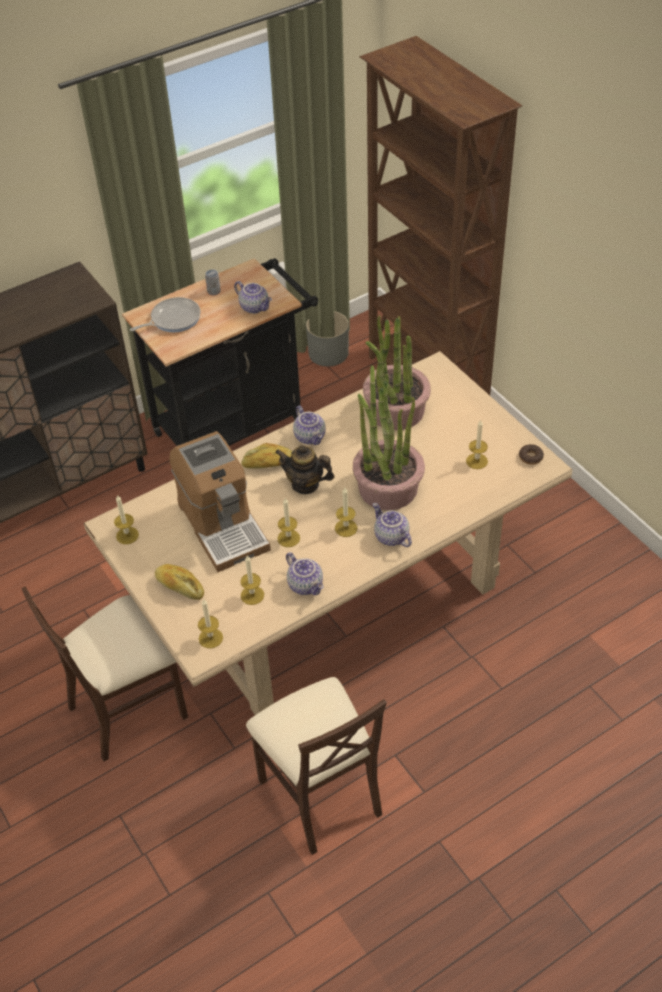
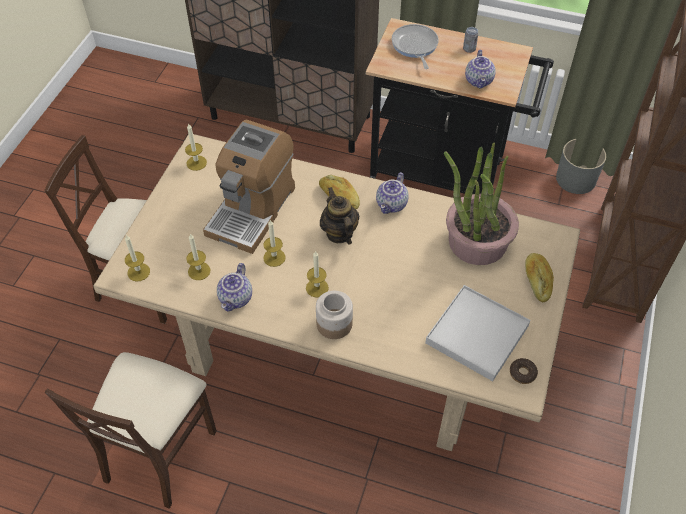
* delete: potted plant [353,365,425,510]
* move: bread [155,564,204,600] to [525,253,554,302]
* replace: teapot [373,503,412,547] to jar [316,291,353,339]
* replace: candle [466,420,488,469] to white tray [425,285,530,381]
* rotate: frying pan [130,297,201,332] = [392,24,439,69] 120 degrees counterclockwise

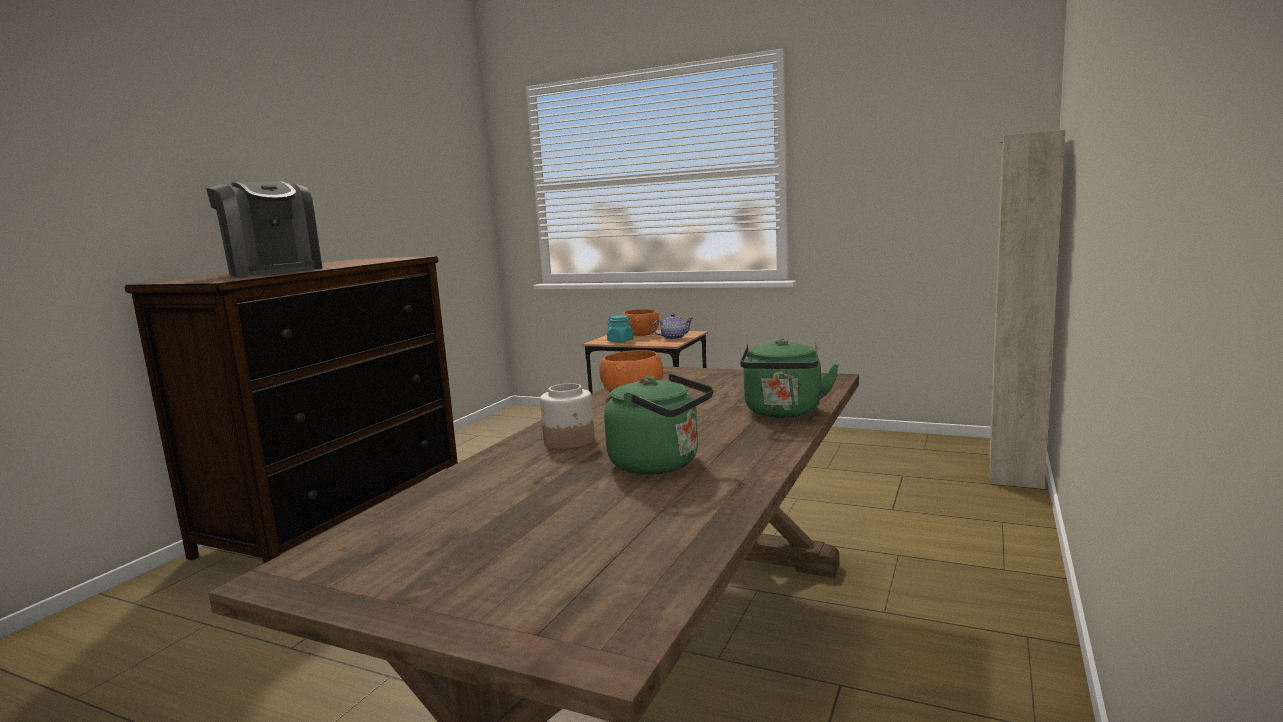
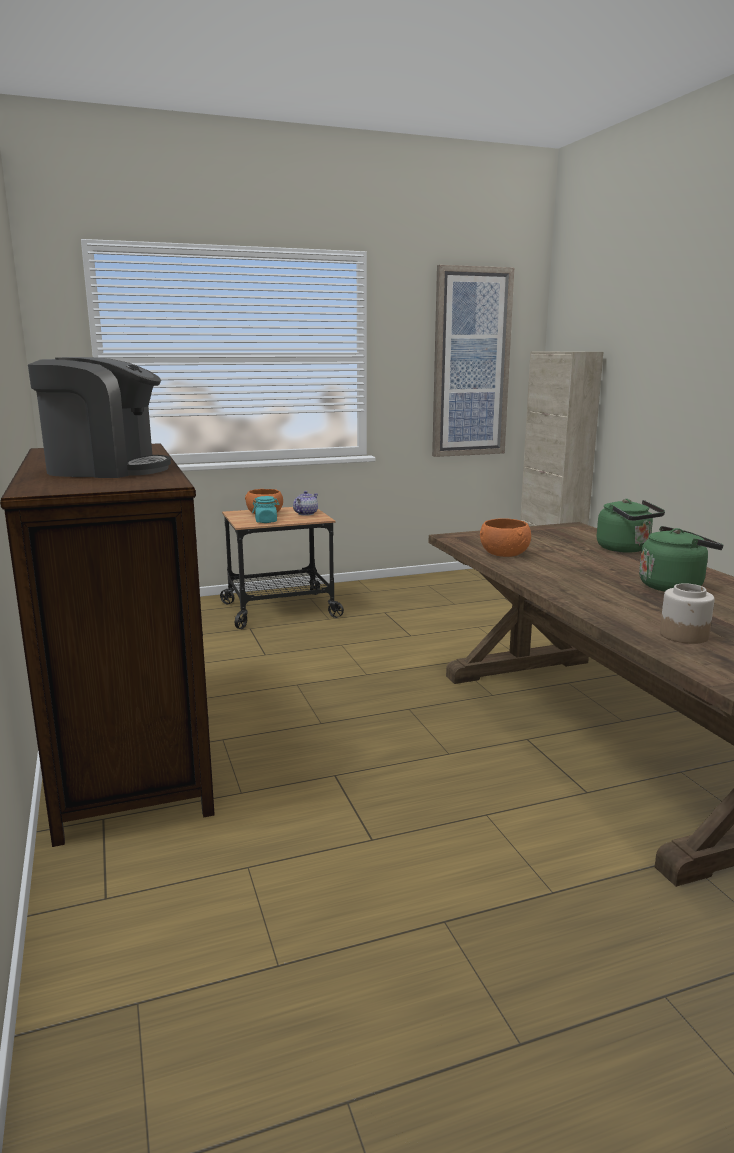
* insert: picture [432,265,514,457]
* move: jar [540,383,594,449] to [660,583,715,644]

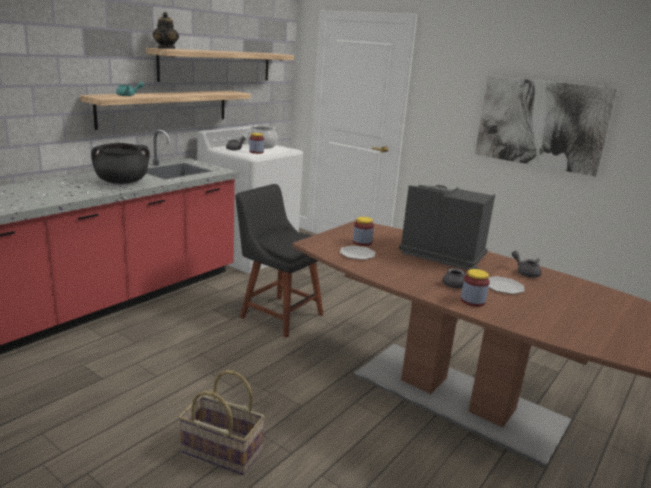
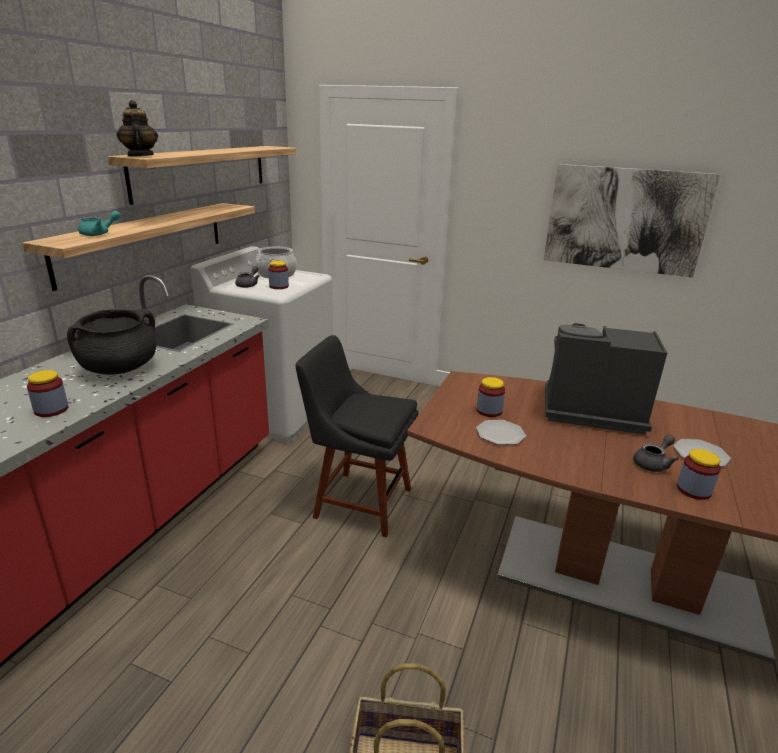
* delete: grey teapot [512,251,542,278]
* insert: jar [27,370,68,417]

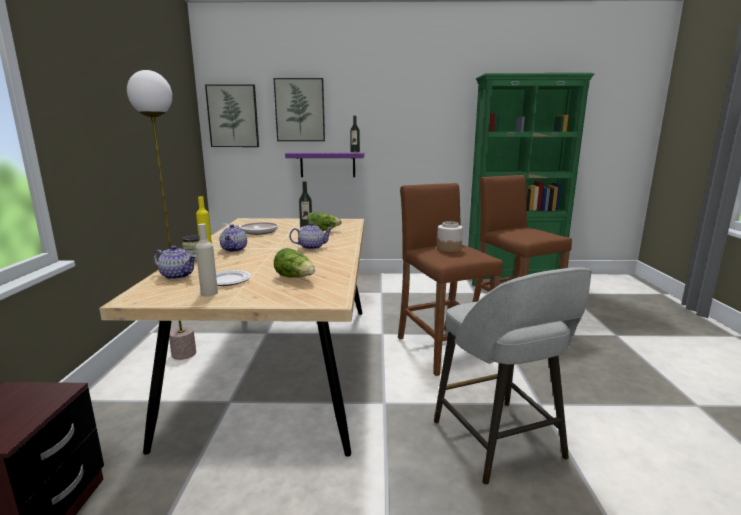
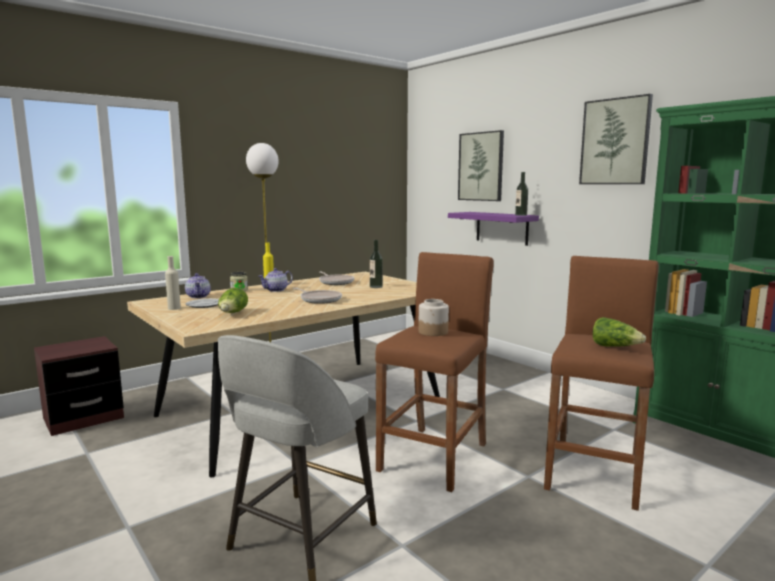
* move: picture [205,85,259,147] to [579,94,653,184]
* move: lettuce [307,212,342,231] to [593,317,646,347]
* replace: teapot [289,222,333,250] to frying pan [293,288,342,304]

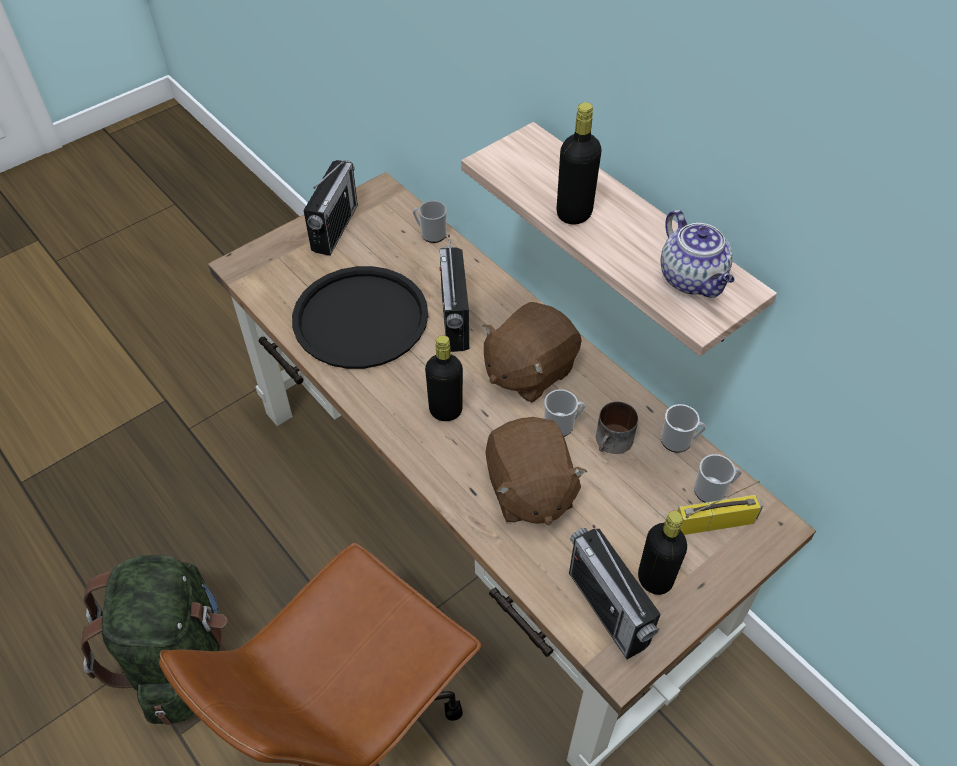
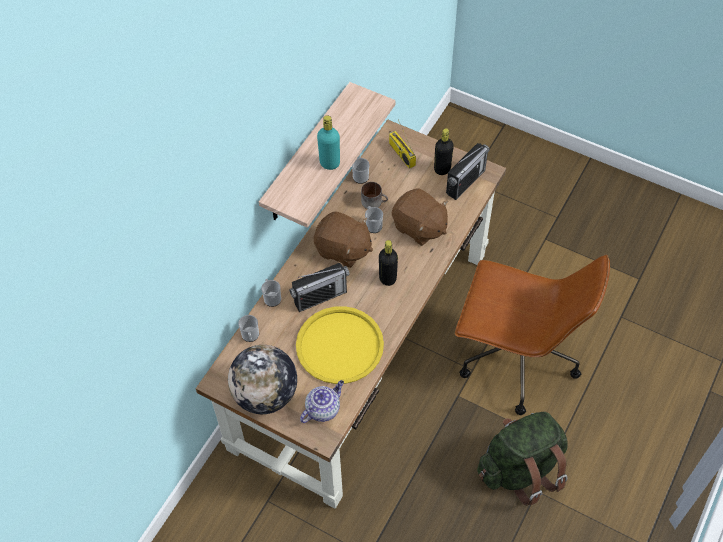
* move: teapot [661,210,735,298] to [300,380,344,423]
* move: mug [694,454,742,503] to [261,279,281,307]
* replace: radio [303,160,358,256] to globe [228,345,297,414]
* recolor: black tray [292,266,428,369] to yellow tray [296,306,384,384]
* recolor: black bottle [557,102,601,224] to turquoise bottle [317,115,340,170]
* rotate: brown plush toy [485,417,587,525] = [392,188,448,246] 75 degrees clockwise

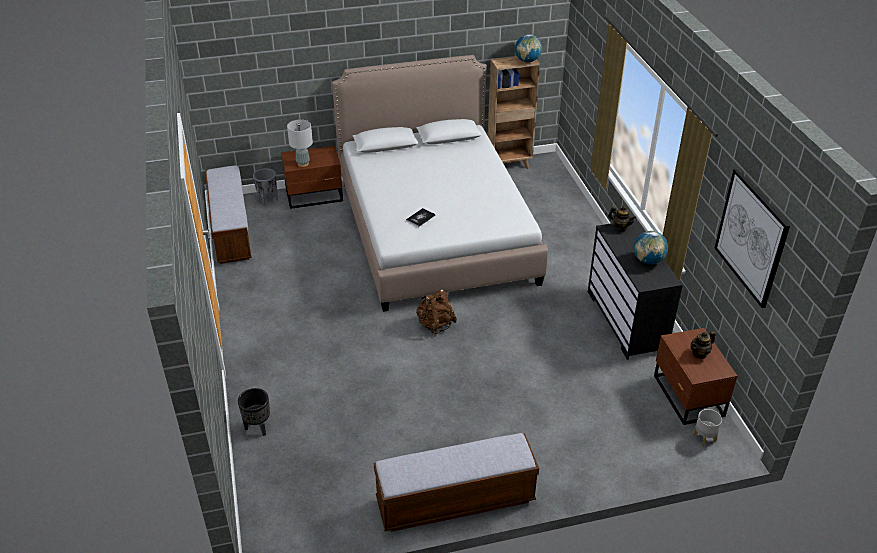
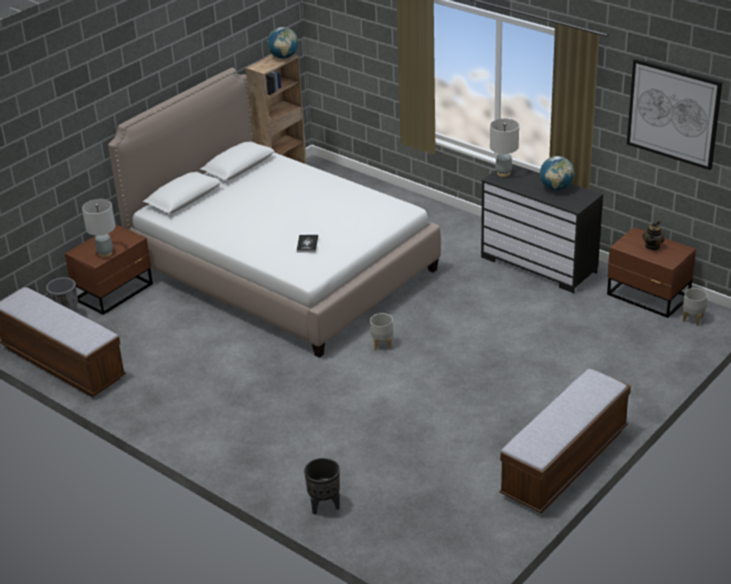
* replace: brown backpack [416,289,457,335] to grey planter [370,313,393,350]
* replace: teapot [608,206,636,231] to grey table lamp [490,119,519,177]

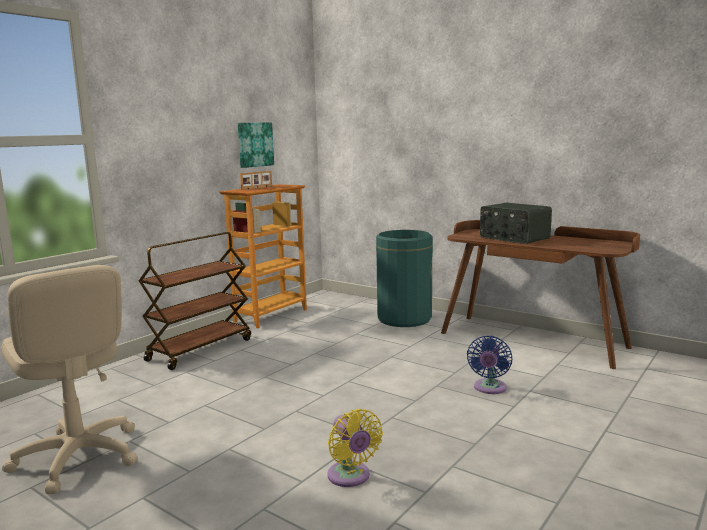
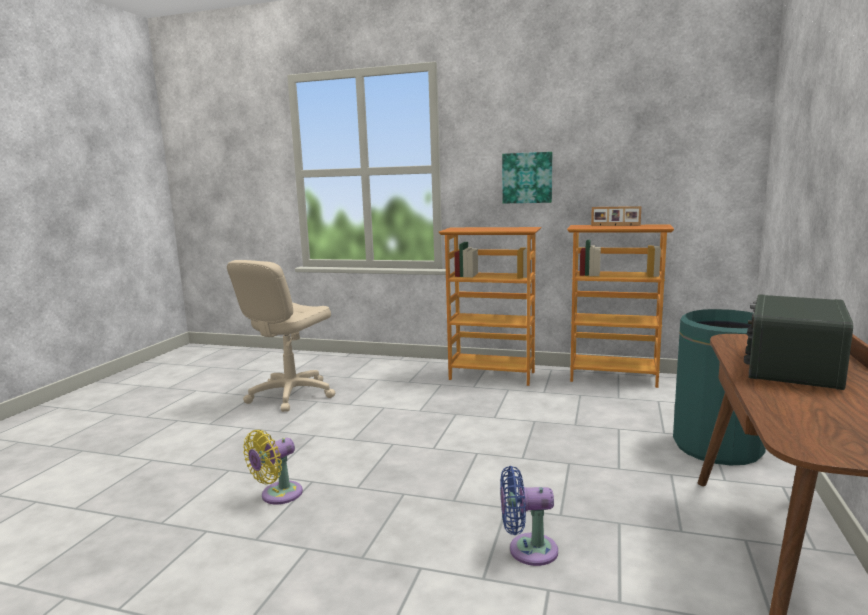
* move: picture [238,123,274,168] to [502,152,552,203]
* replace: brown cart [139,232,251,370] to bookcase [439,227,541,386]

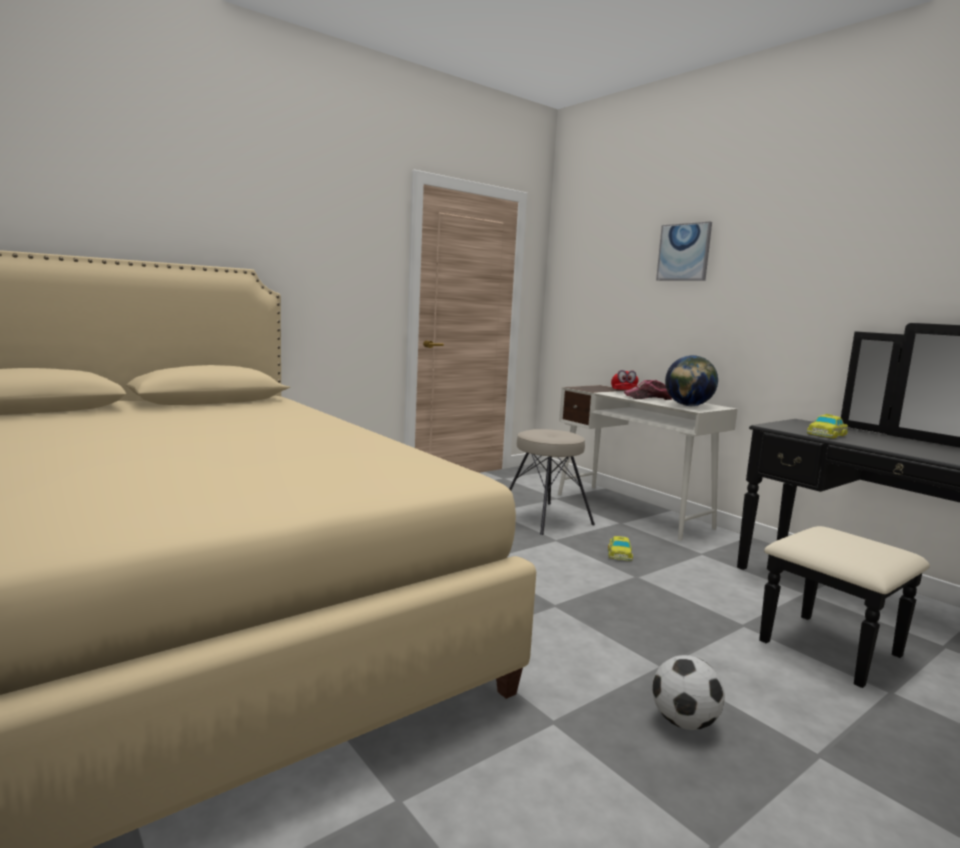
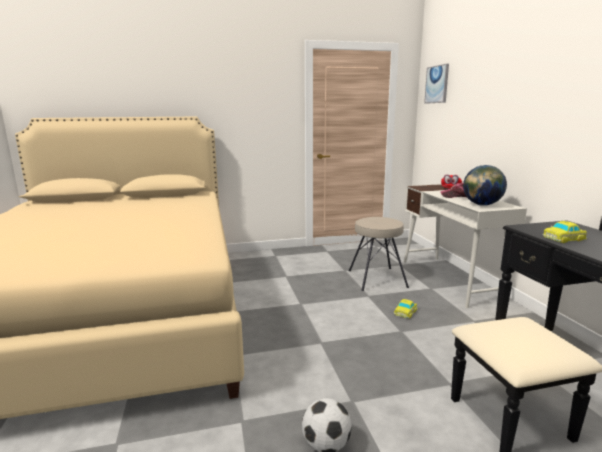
* move: picture [656,221,712,281] to [424,64,449,104]

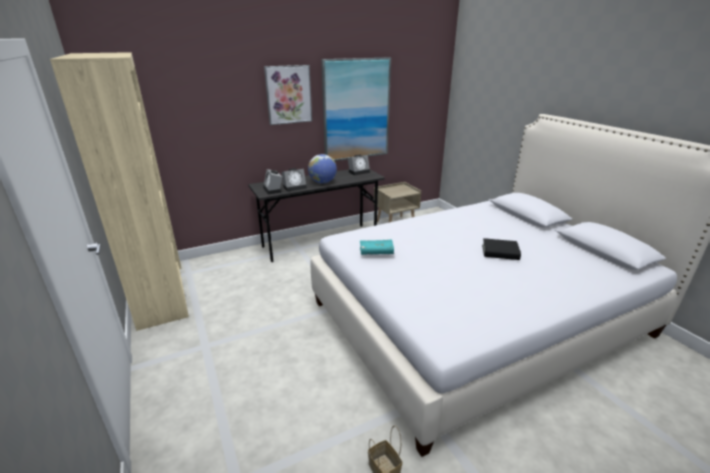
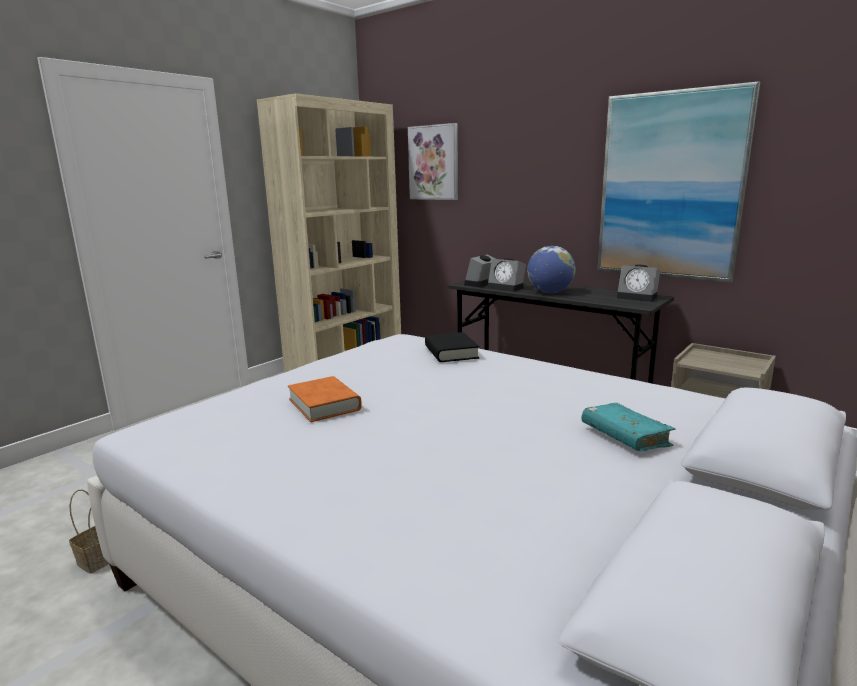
* insert: orange book [288,376,362,422]
* move: picture [264,65,312,125] to [408,123,458,200]
* move: turquoise book [360,240,394,255] to [581,403,675,452]
* move: black book [482,238,521,260] to [425,332,479,362]

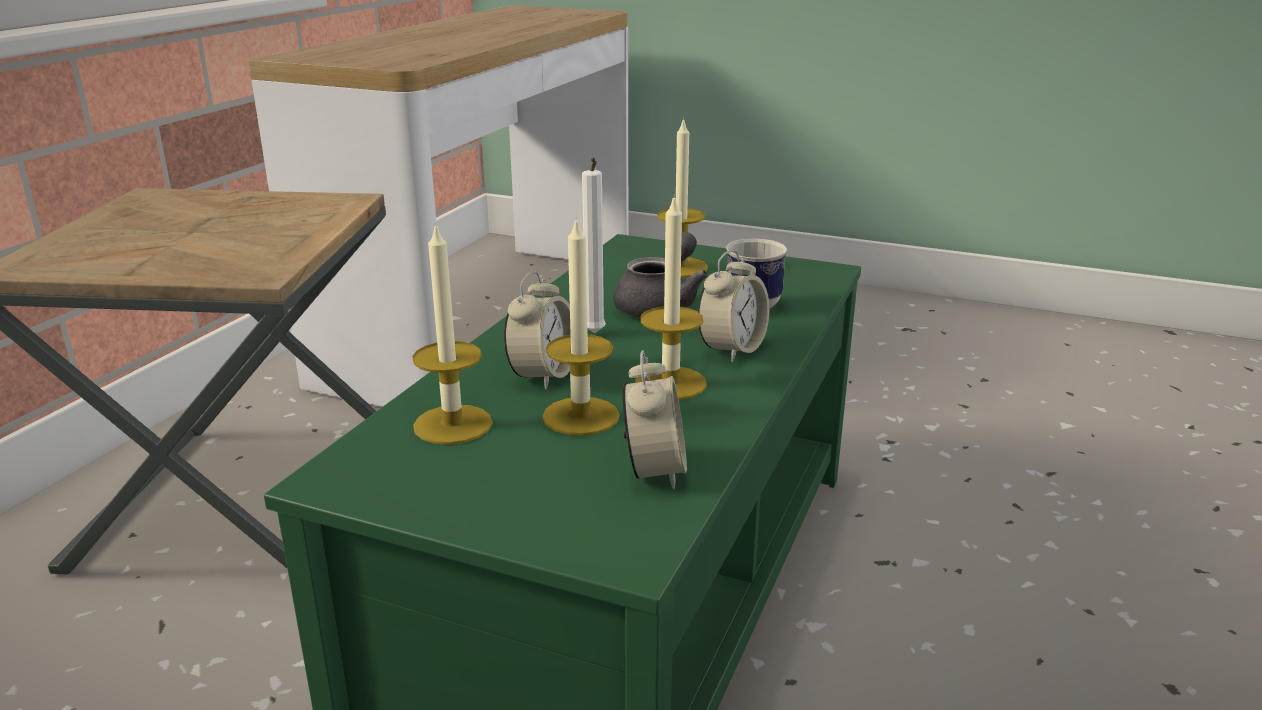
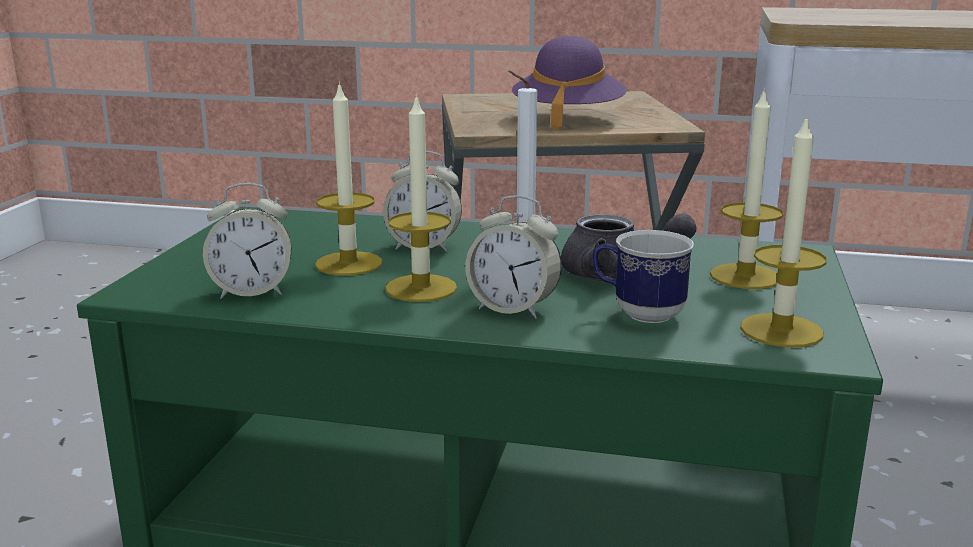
* insert: purple hat [512,36,627,130]
* move: candle [412,222,492,445] to [740,115,827,347]

